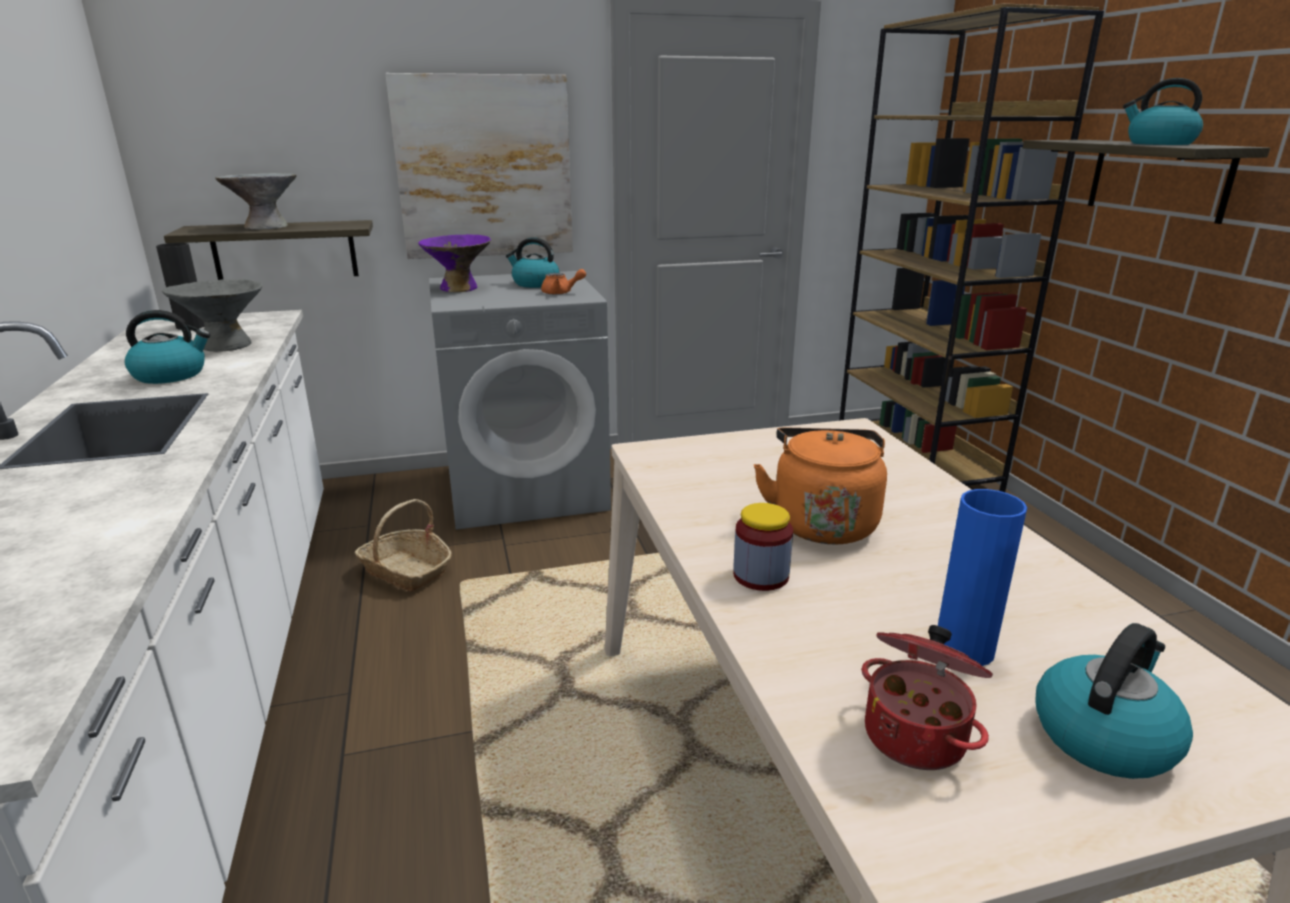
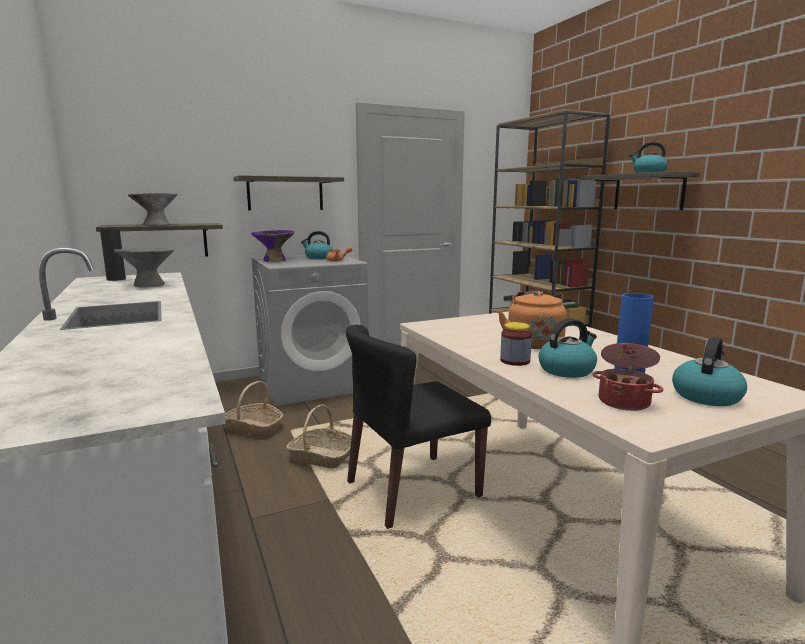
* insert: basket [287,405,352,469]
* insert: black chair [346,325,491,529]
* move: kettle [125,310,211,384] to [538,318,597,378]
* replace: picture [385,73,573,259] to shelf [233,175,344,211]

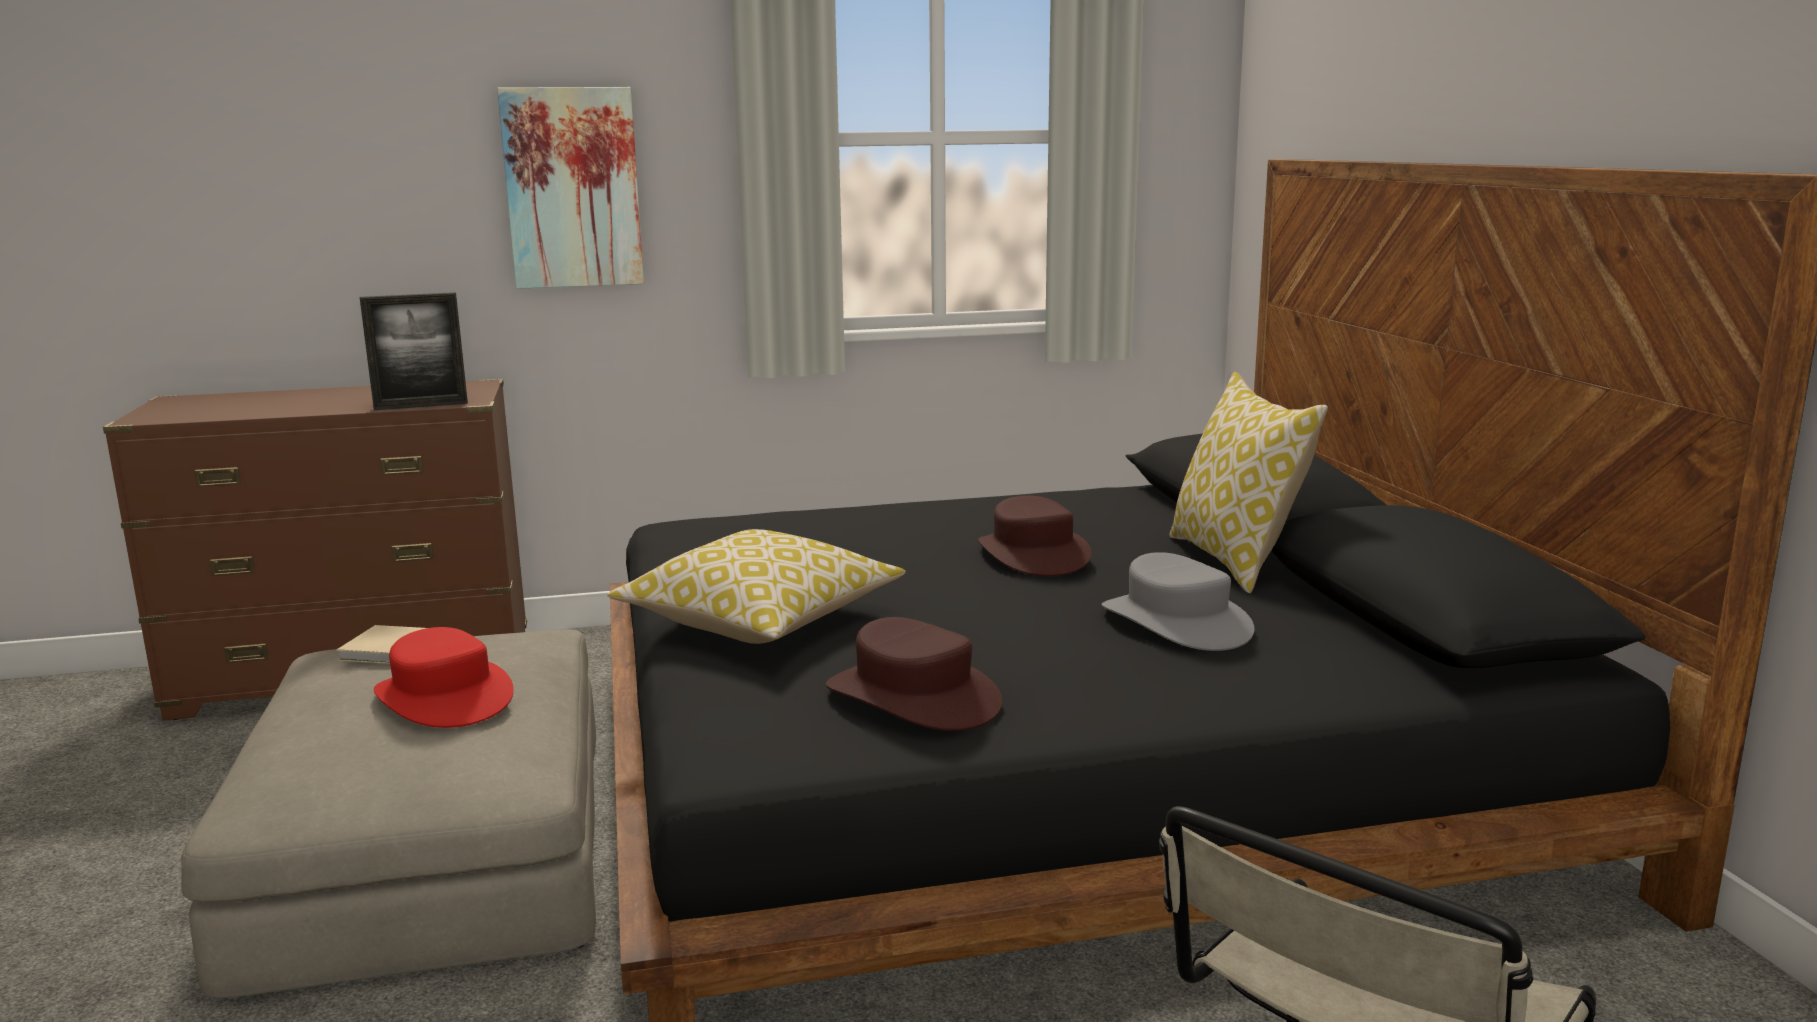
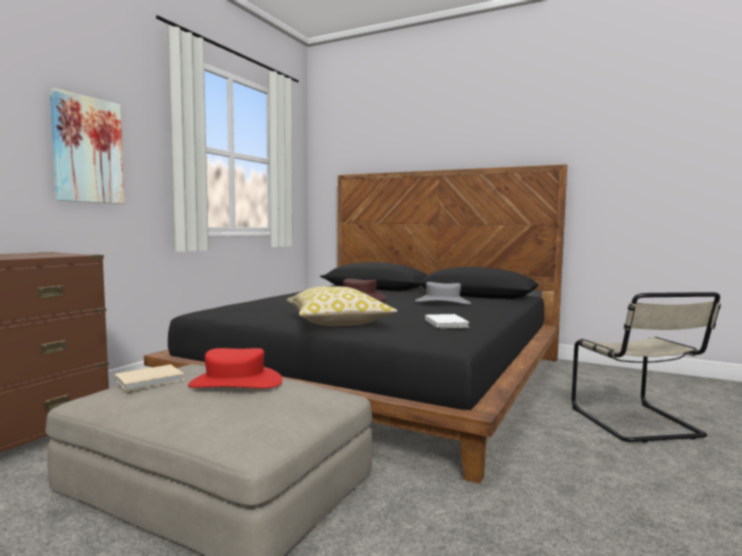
* delete: picture frame [360,292,468,410]
* delete: pillow [1169,372,1328,593]
* replace: brown hat [826,617,1002,731] to white book [425,314,470,328]

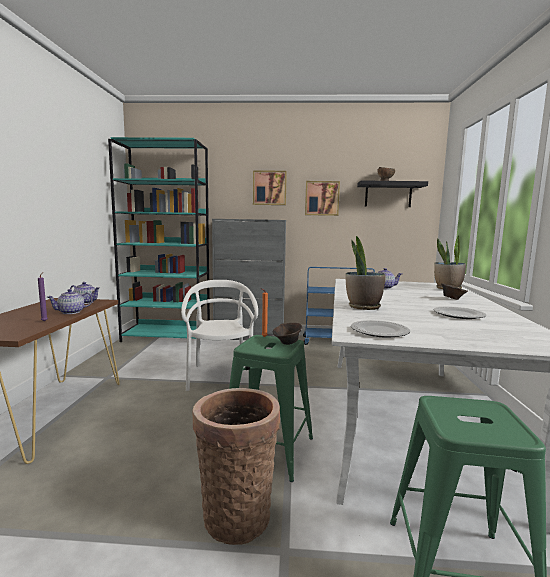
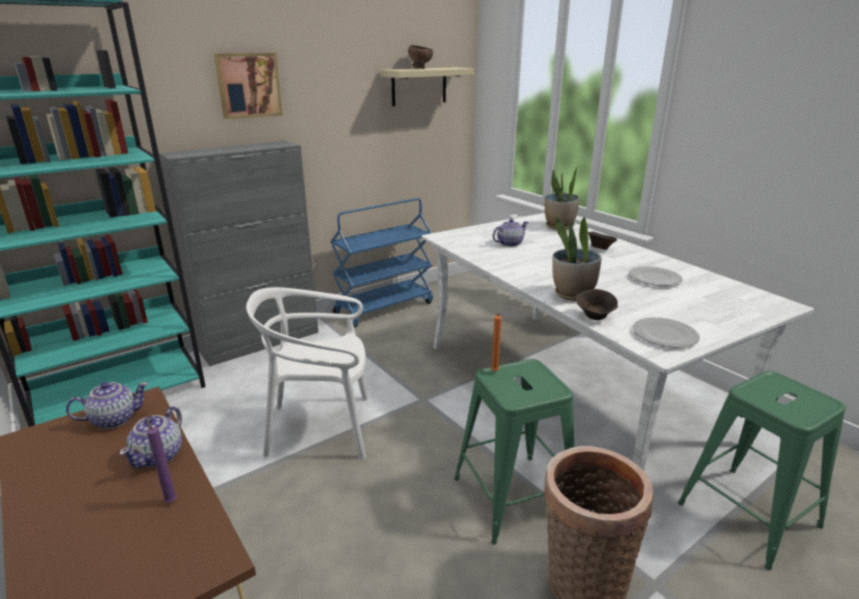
* delete: picture [305,181,340,216]
* move: brown bowl [273,323,302,345] to [576,289,618,320]
* recolor: black shelf [357,180,428,207] to beige shelf [380,68,474,106]
* rotate: white chair [181,280,258,391] = [246,287,368,459] 45 degrees counterclockwise

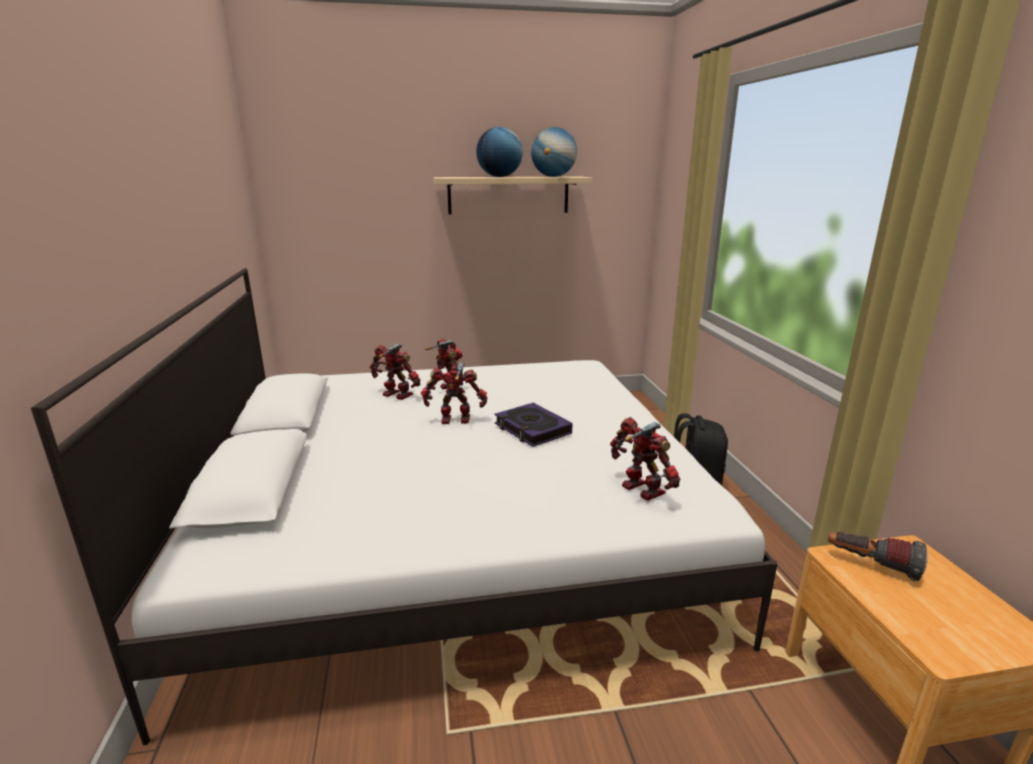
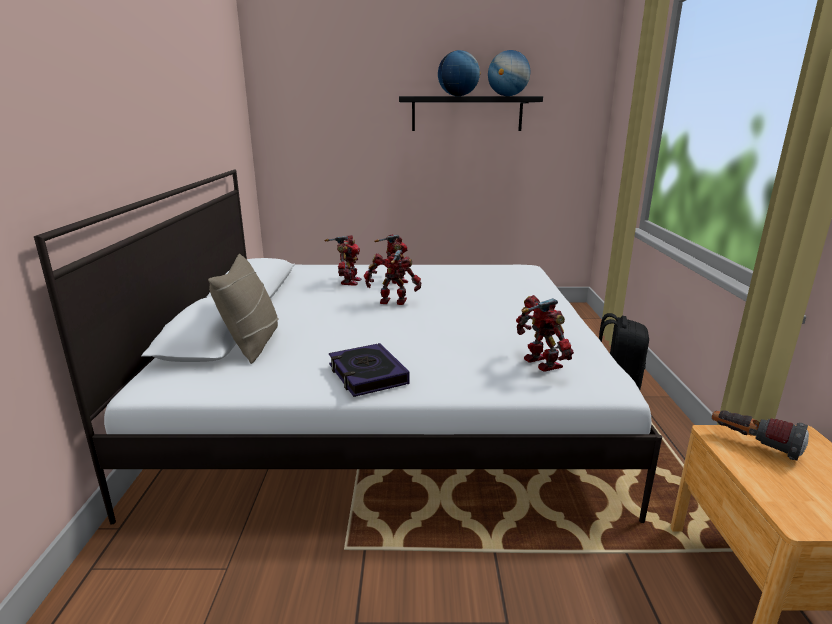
* insert: beige pillow [208,254,279,364]
* move: book [495,403,573,447] to [329,343,409,397]
* recolor: beige shelf [433,177,592,215] to black shelf [399,96,543,131]
* rotate: toy robot [370,343,421,400] = [325,235,362,286] 60 degrees clockwise

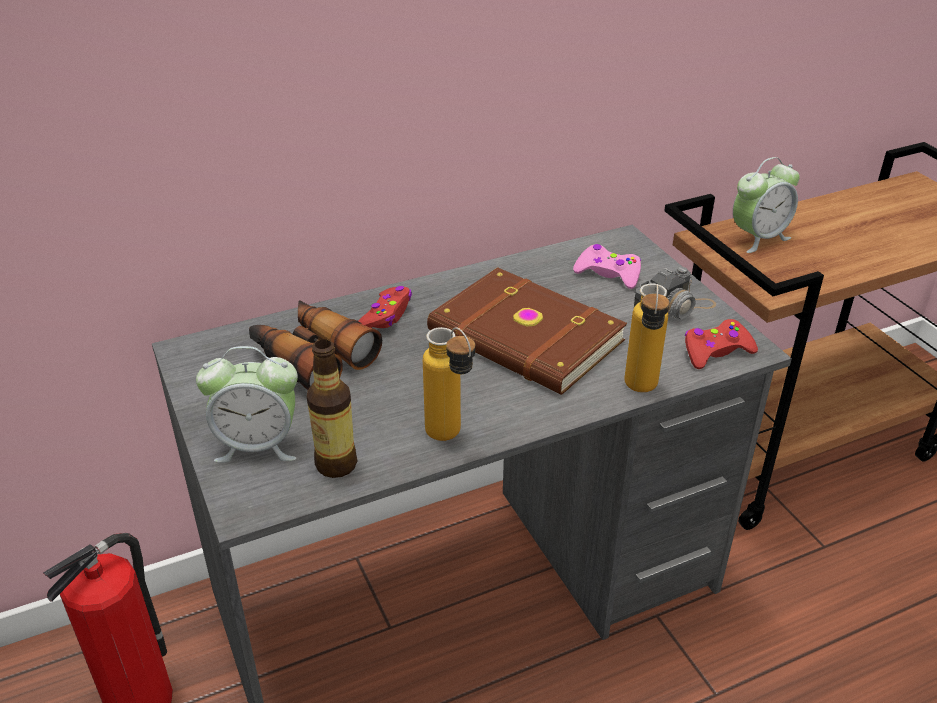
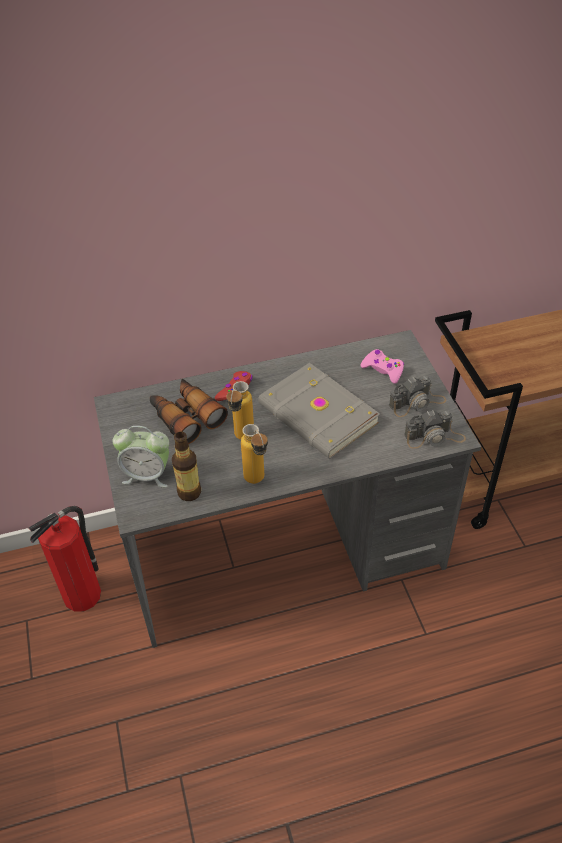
* delete: alarm clock [733,157,800,253]
* move: bottle [624,284,669,392] to [226,381,254,440]
* replace: red game controller [685,319,758,369] to photo camera [404,411,466,449]
* recolor: brown book [427,267,627,395] to grey book [258,363,380,459]

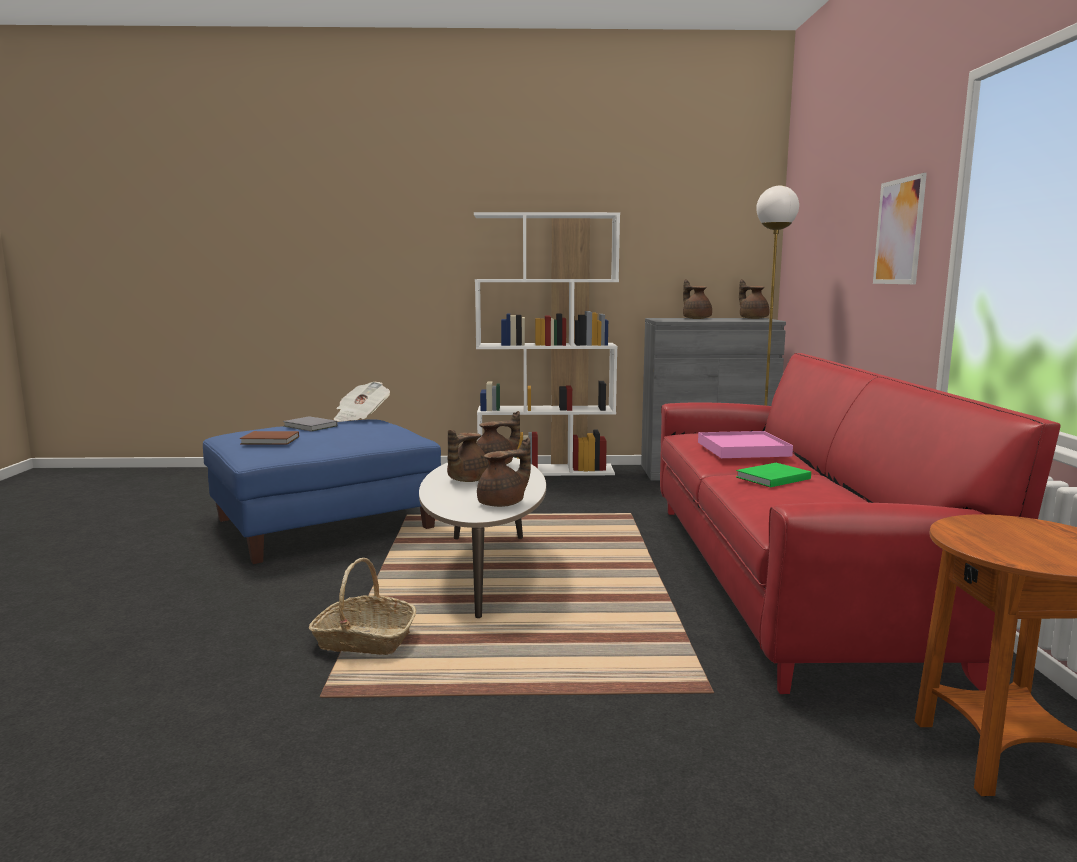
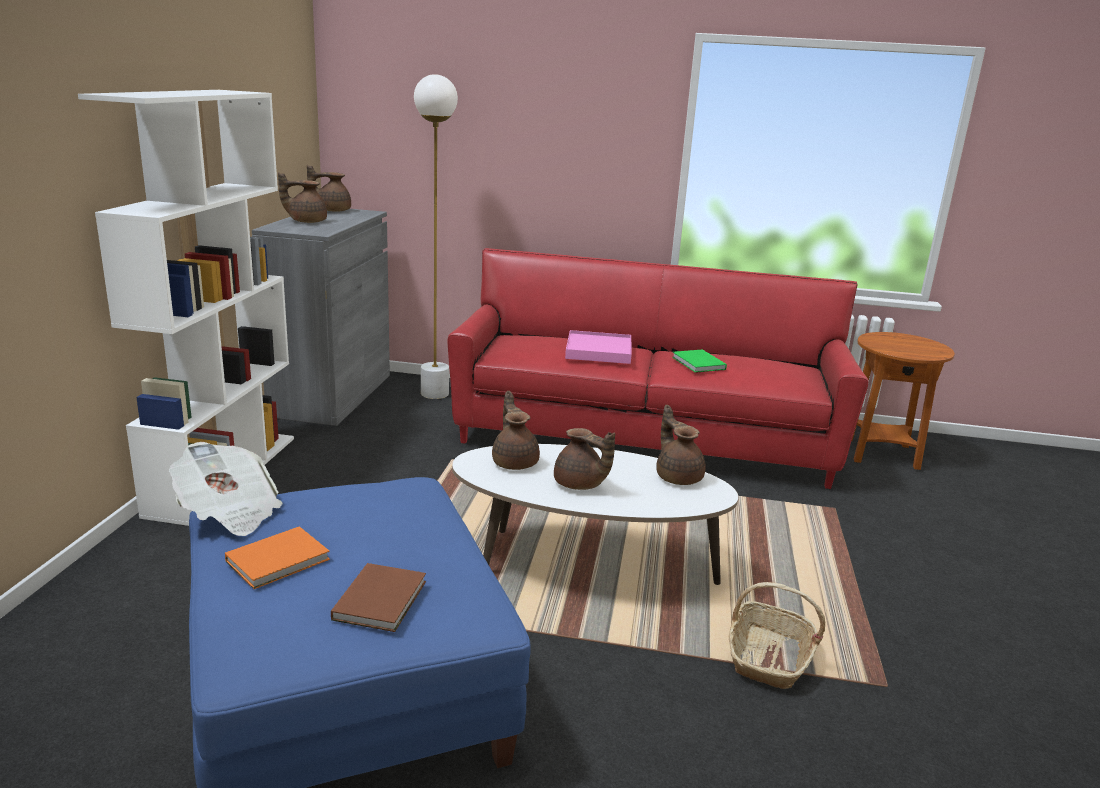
* delete: picture [873,173,927,284]
* recolor: grey book [283,416,338,432] to orange book [225,526,330,589]

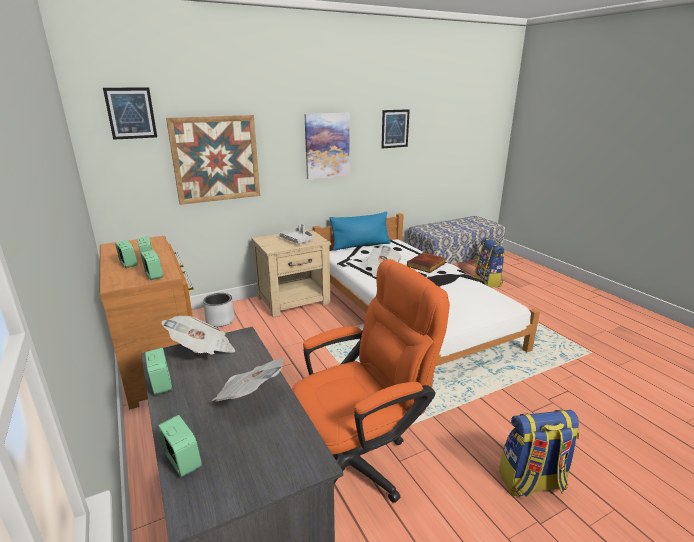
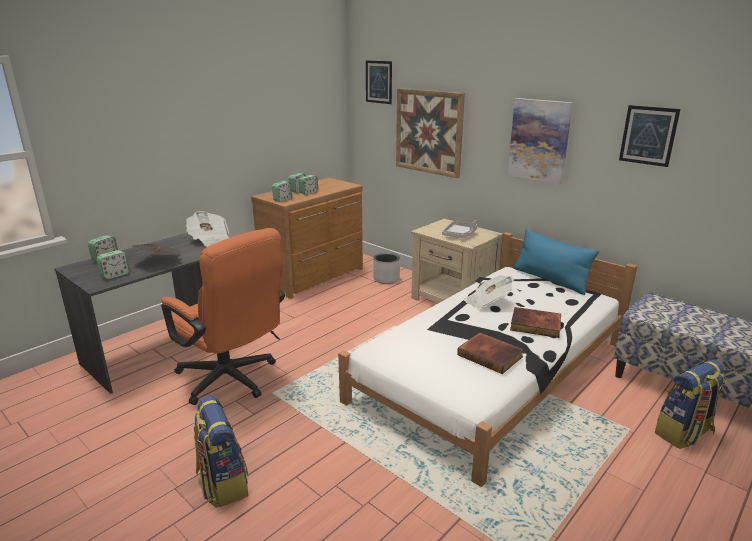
* insert: book [457,332,524,374]
* move: alarm clock [145,348,172,395] to [96,250,130,279]

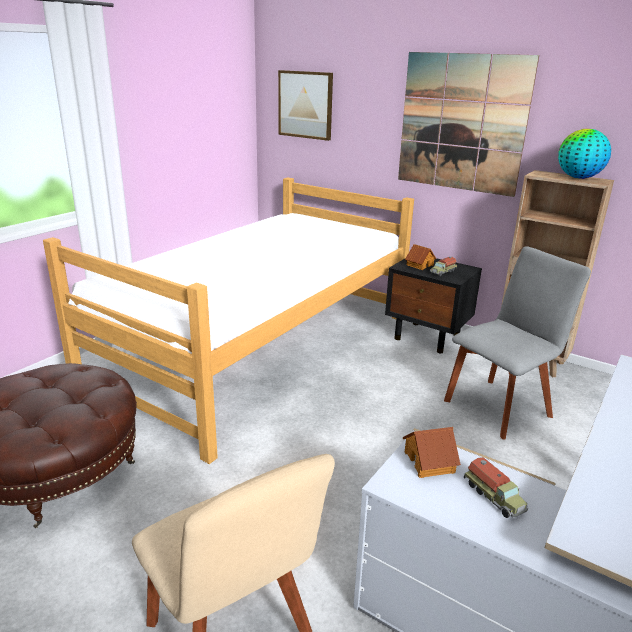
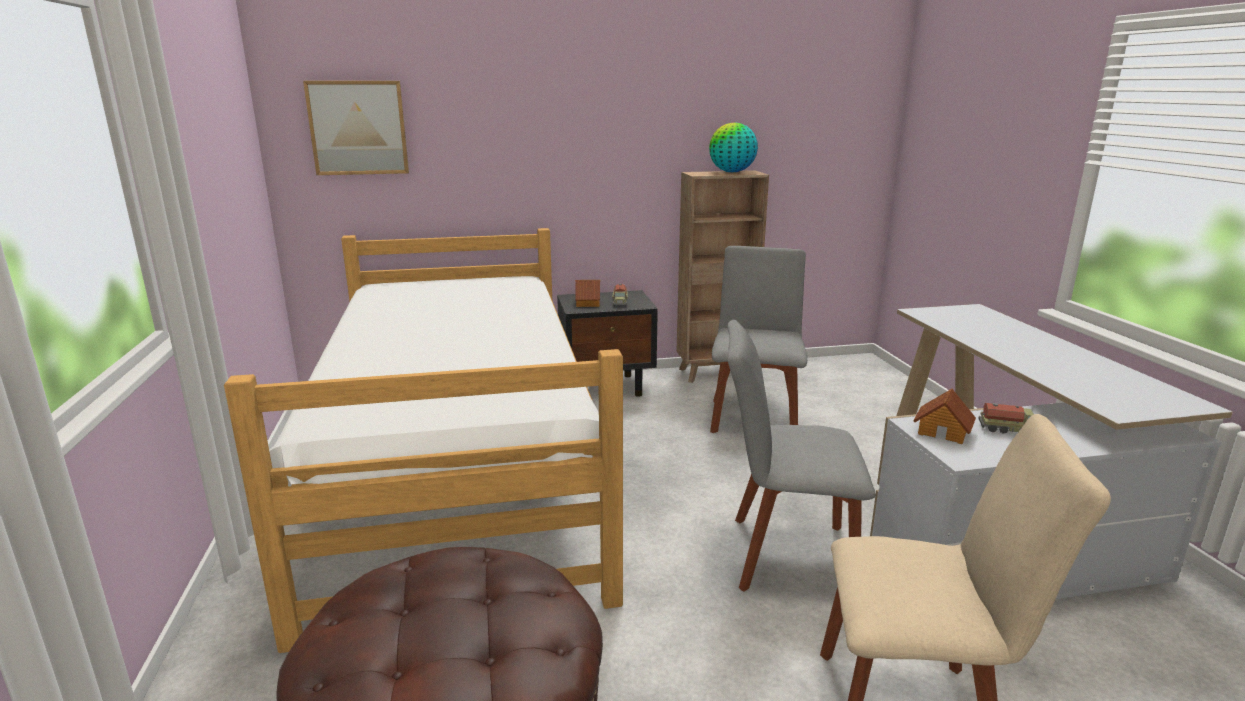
* delete: picture [398,52,539,197]
* insert: grey chair [727,320,875,592]

